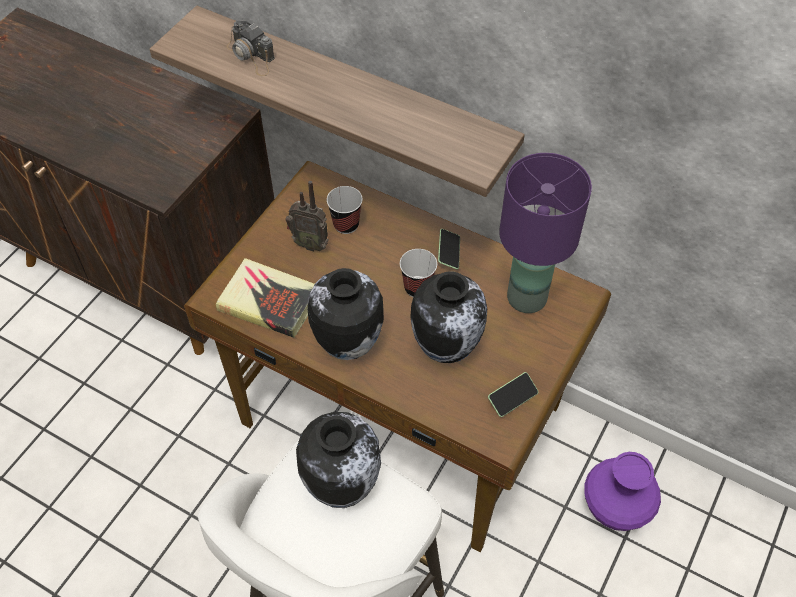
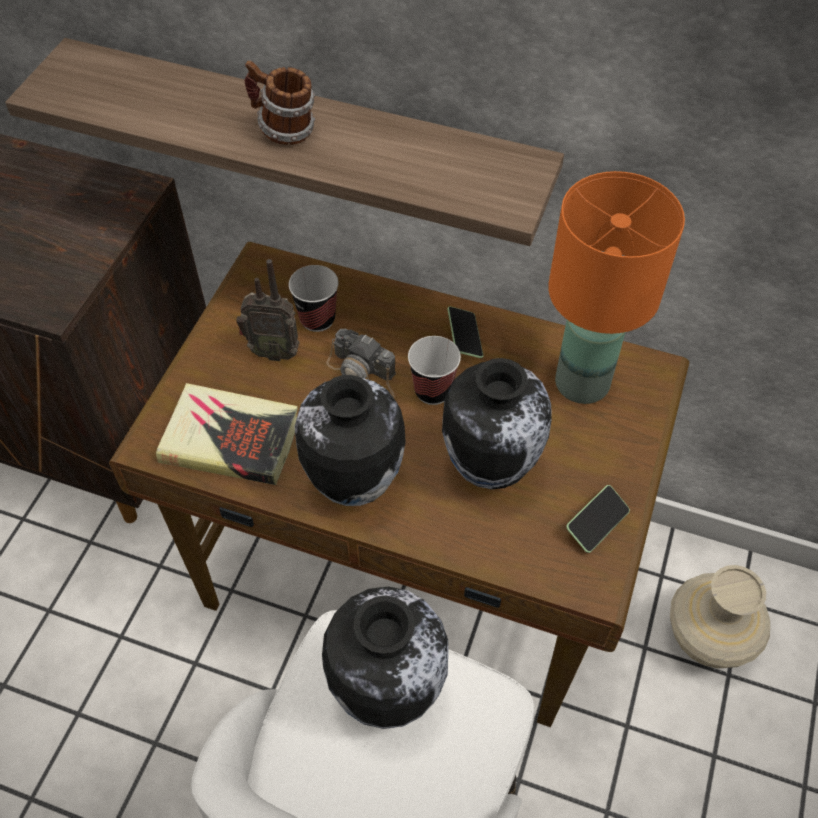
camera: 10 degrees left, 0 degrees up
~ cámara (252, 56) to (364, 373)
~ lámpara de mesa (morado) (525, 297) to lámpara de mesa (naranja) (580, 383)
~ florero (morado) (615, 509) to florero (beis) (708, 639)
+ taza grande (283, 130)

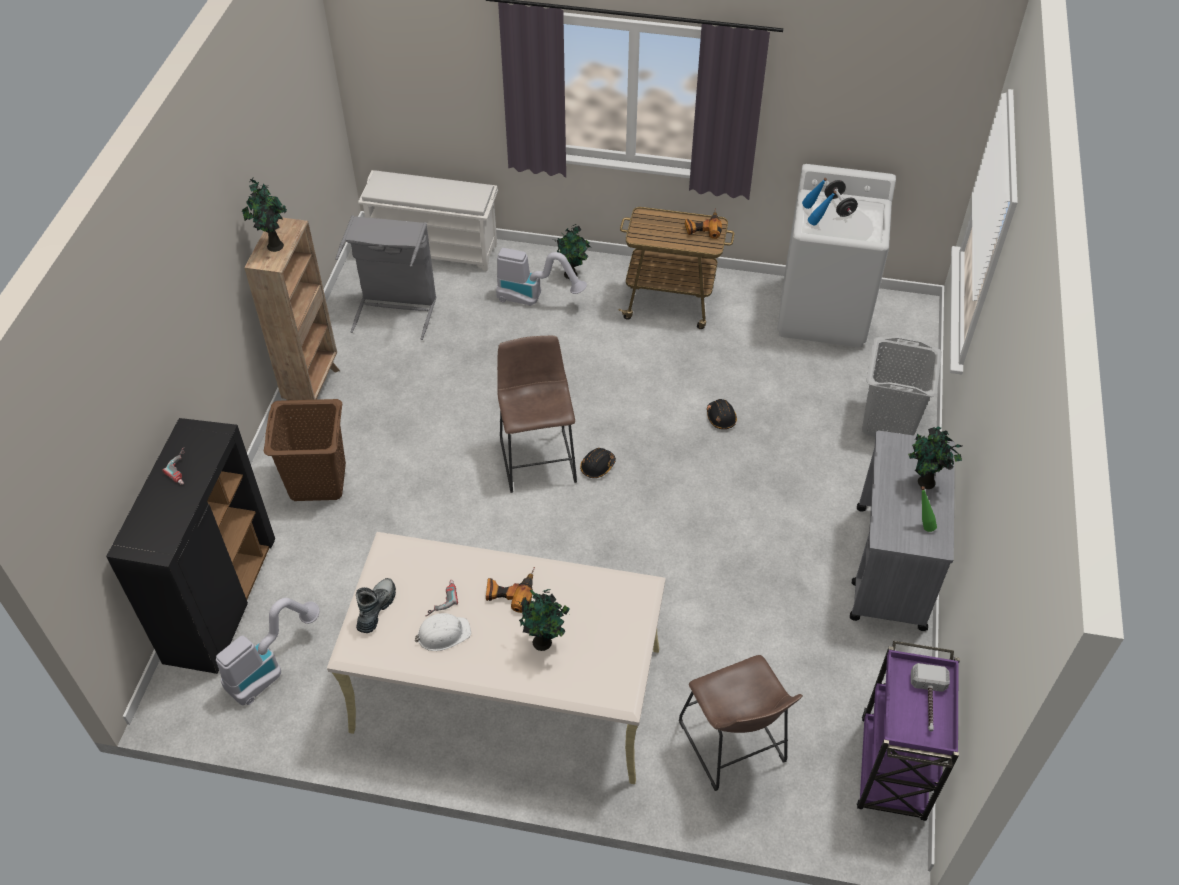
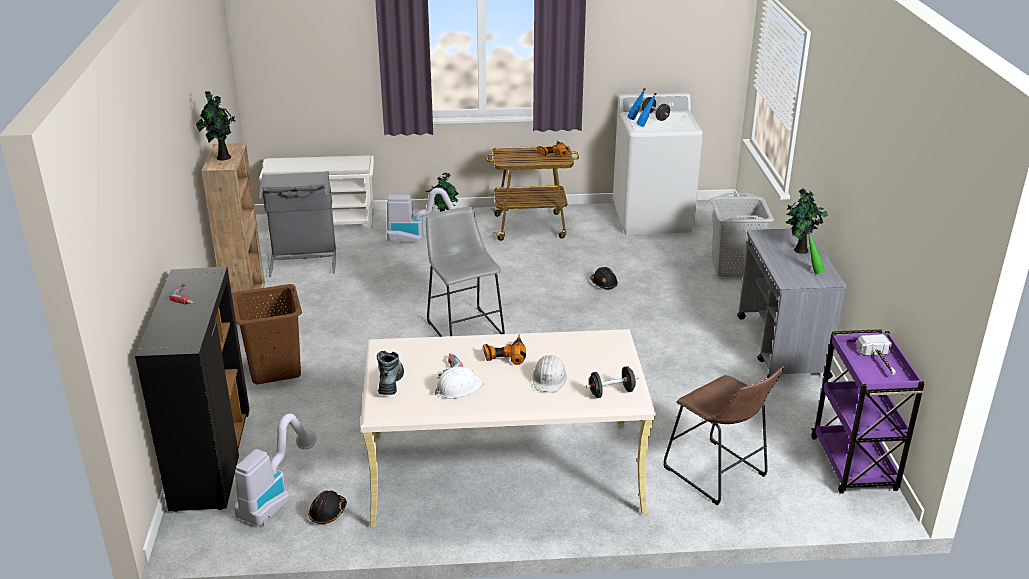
camera: 15 degrees left, 20 degrees down
~ taburete (marrón) (537, 456) to taburete (gris) (464, 326)
~ planta en maceta (544, 642) to casco (blanco) (549, 378)
~ casco (negro) (597, 466) to (328, 513)
+ mancuerna (negro) (611, 392)

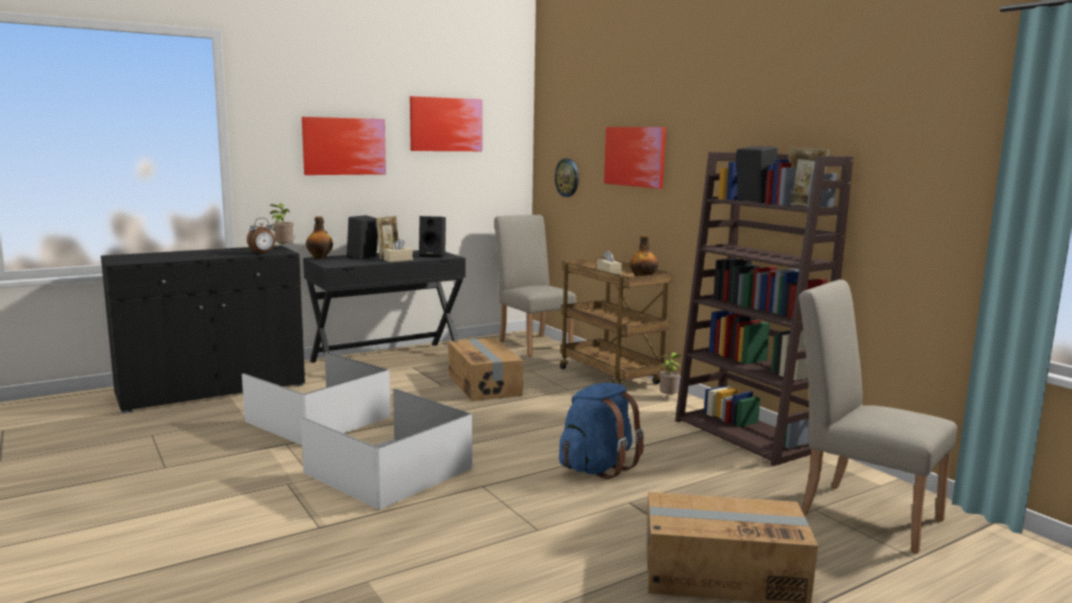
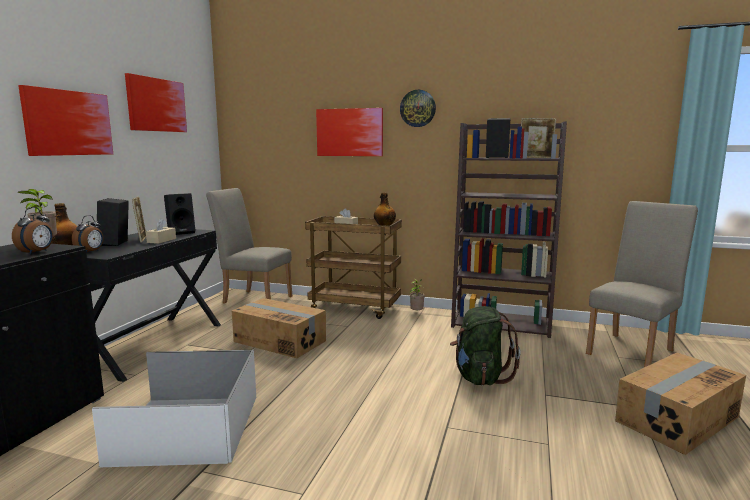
camera: 40 degrees left, 0 degrees up
- caja de almacenaje (blanco) (390, 470)
~ reloj de pared (567, 177) to (417, 108)
~ mochila (azul) (597, 467) to mochila (verde) (480, 377)
~ silla (beis) (860, 512) = (633, 350) 135 degrees clockwise
+ despertador (91, 252)

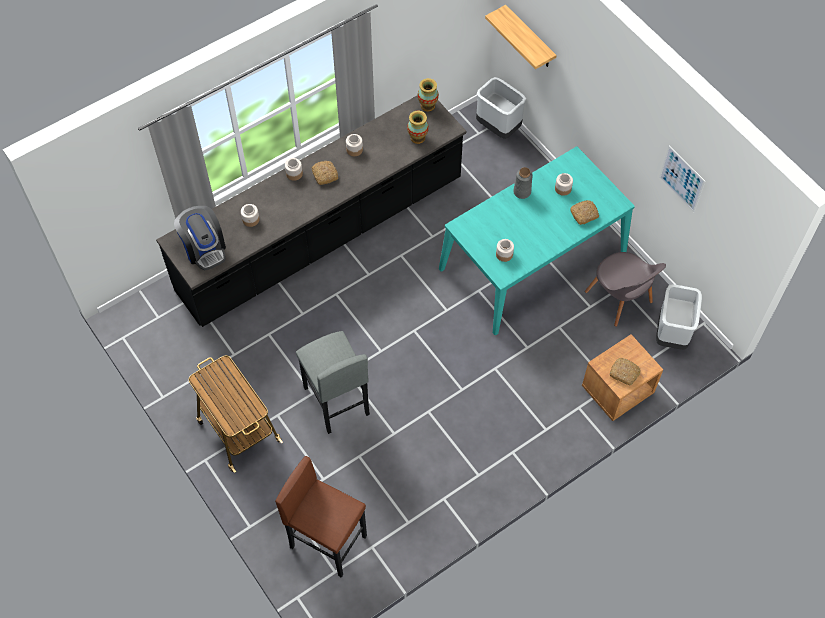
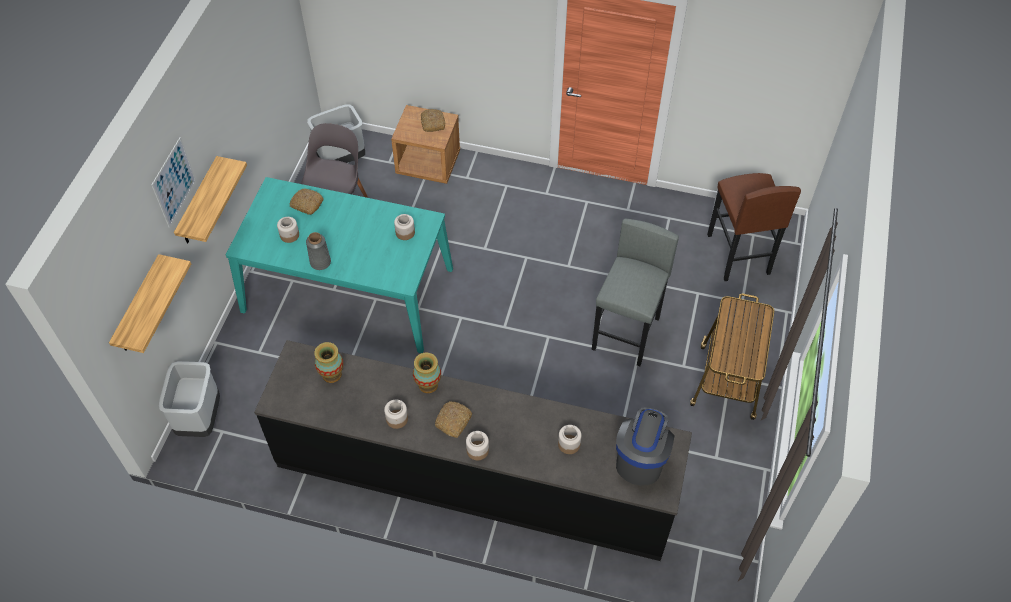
camera: 130 degrees left, 5 degrees down
~ florero (428, 105) to (428, 384)
~ cuadro (681, 179) to (174, 182)
+ estante (199, 203)

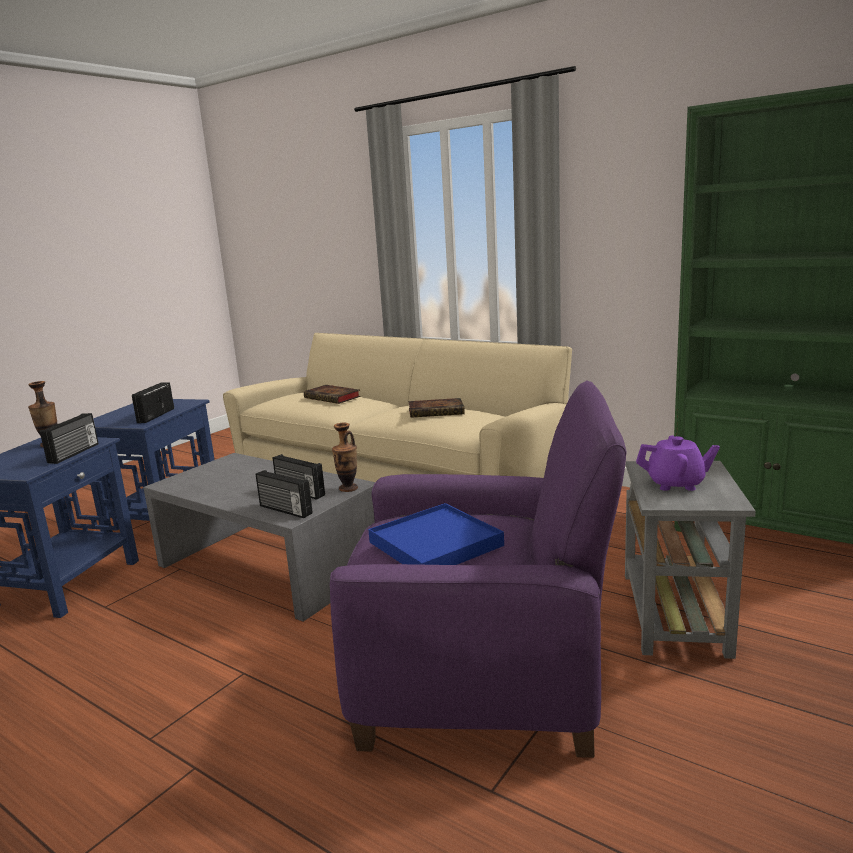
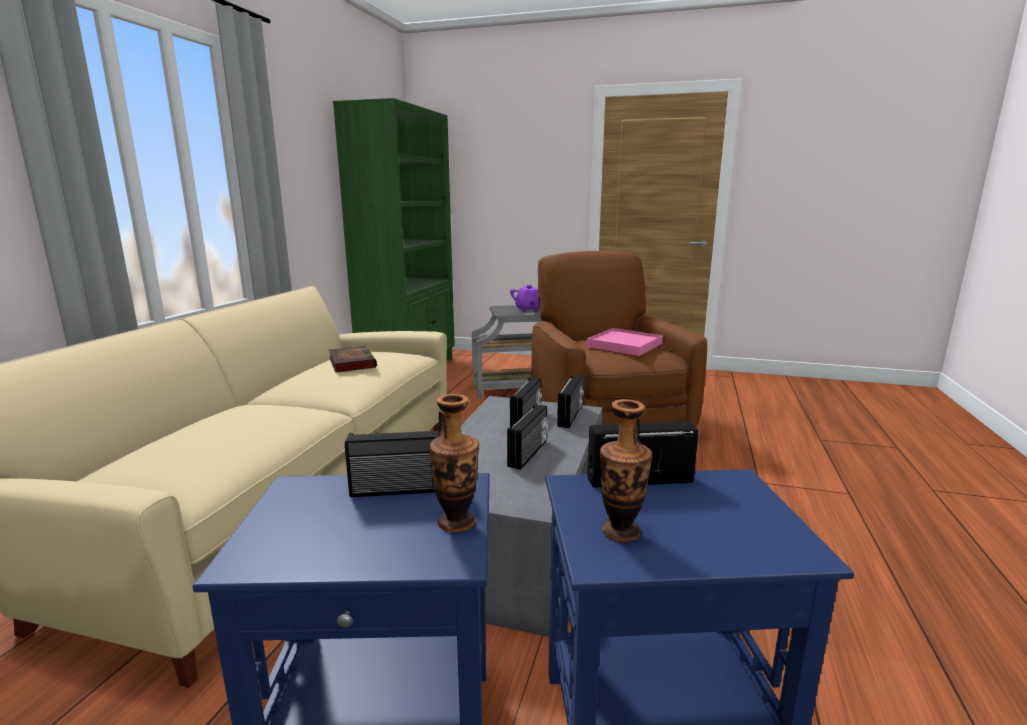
camera: 110 degrees left, 0 degrees up
- libro (333, 398)
~ sillón (morado) (482, 677) to sillón (marrón) (607, 423)
~ florero (348, 488) to (456, 522)
~ bandeja (azul) (436, 544) to bandeja (rosa) (624, 345)
+ radio (529, 453)

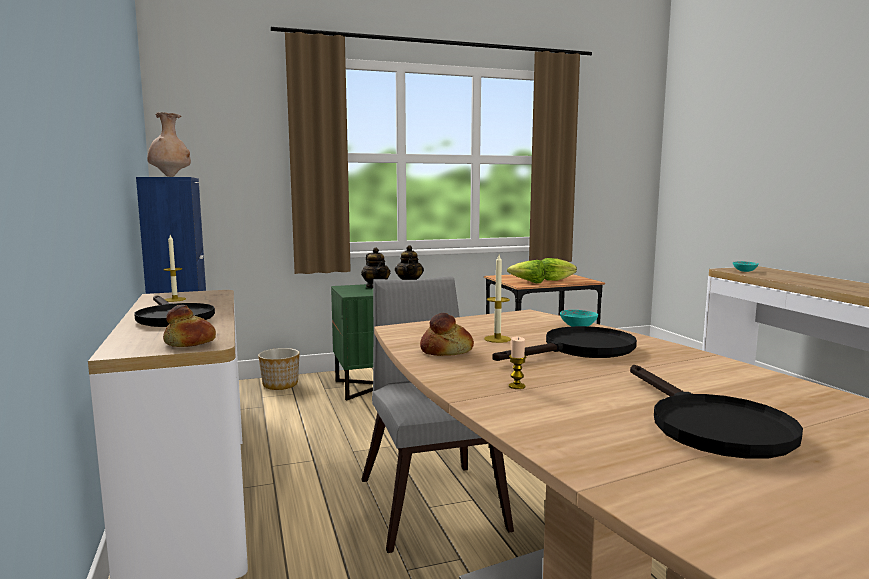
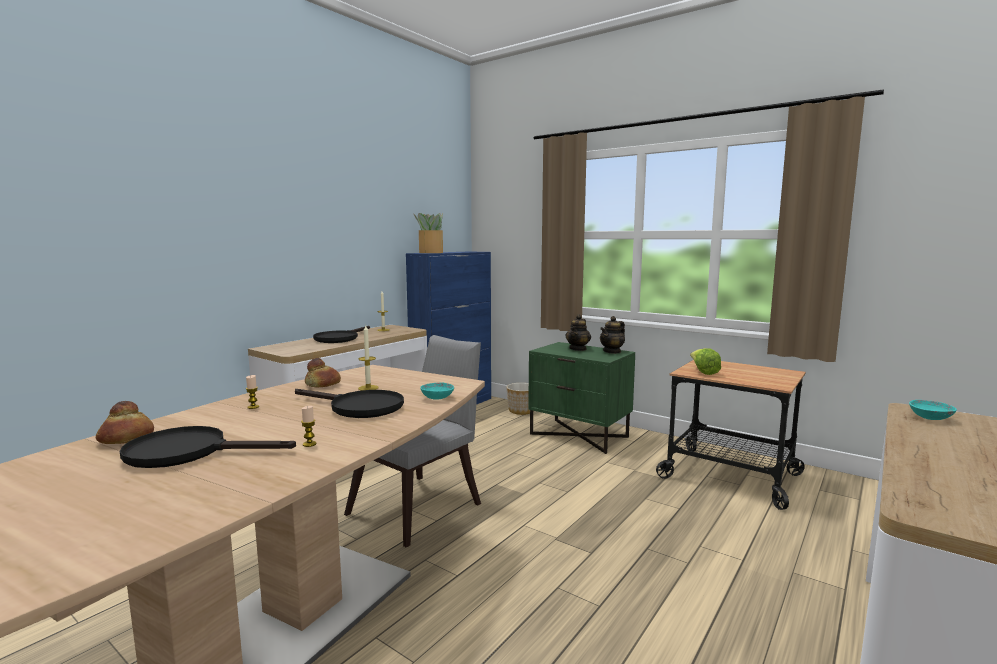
camera: 55 degrees right, 0 degrees up
~ florero (beis) (170, 176) to planta en maceta (430, 252)
~ pan (189, 343) to (126, 439)
- lechuga (554, 280)
~ sartén (negro) (708, 425) = (189, 452) 45 degrees clockwise
+ vela (309, 444)

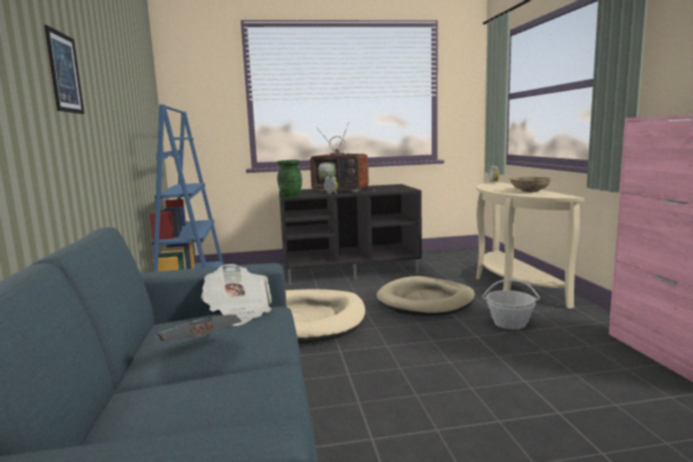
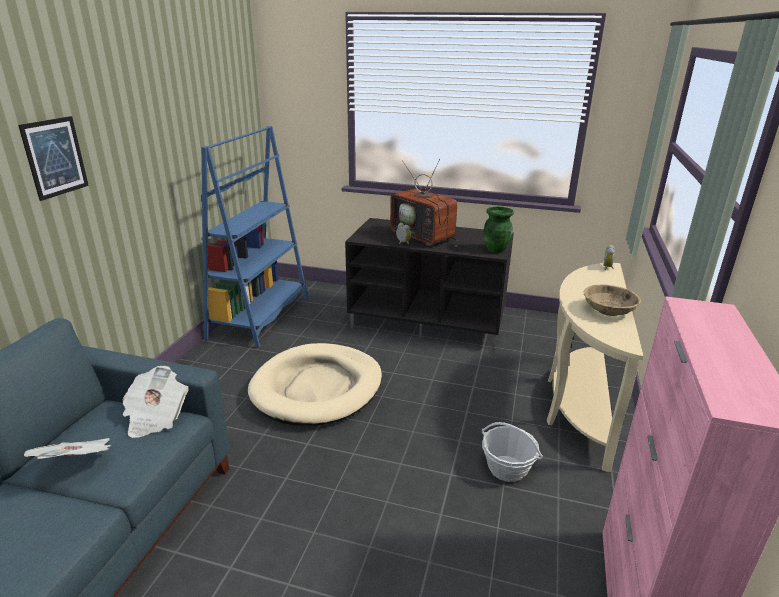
camera: 25 degrees right, 15 degrees up
~ florero (verde) (290, 196) to (496, 249)
- cama para perro (beis) (426, 301)

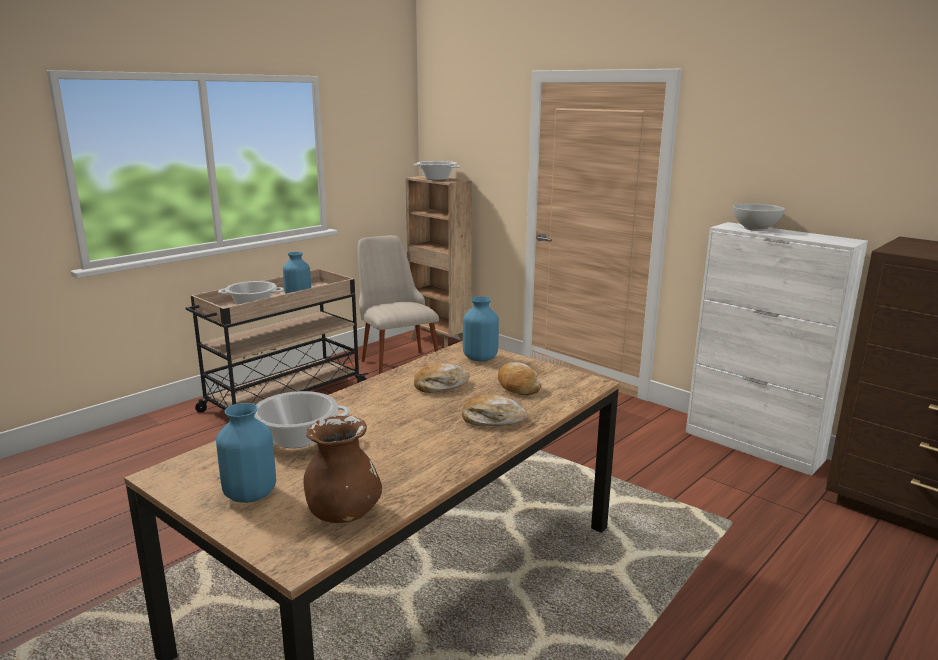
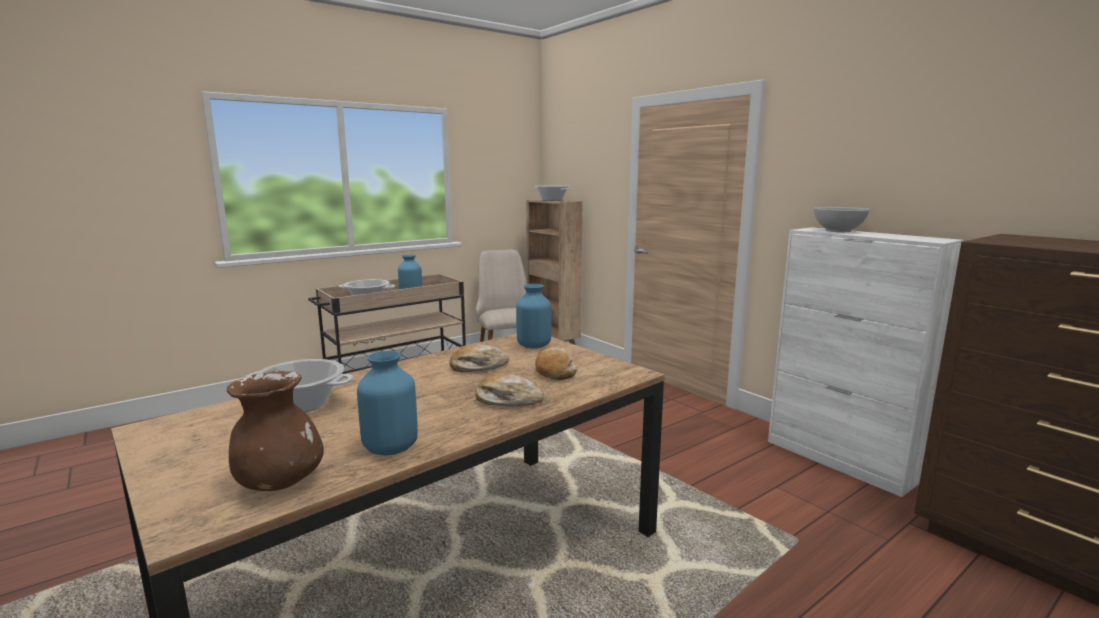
camera: 10 degrees right, 5 degrees down
~ florero (azul) (250, 493) to (391, 447)

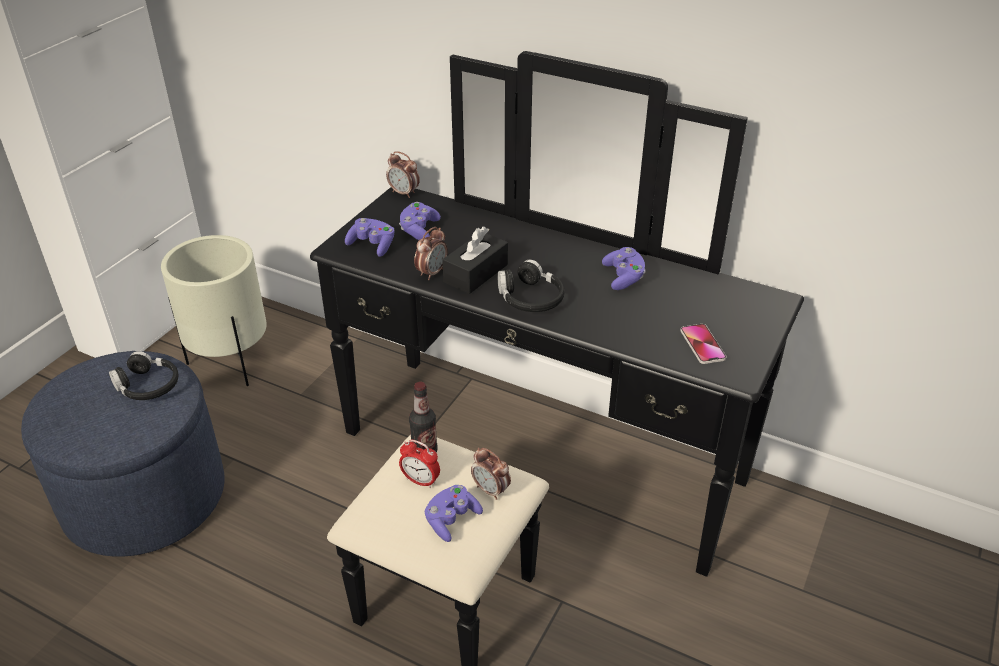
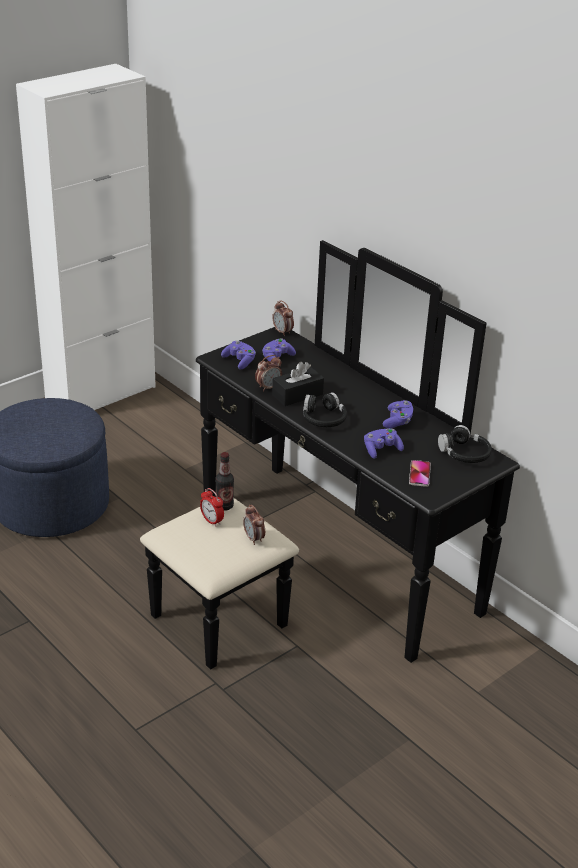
camera: 20 degrees right, 5 degrees down
~ auriculares (negro) (148, 386) to (464, 453)
- maceta (beis) (230, 362)
~ mando de consola (morado) (451, 520) to (381, 450)

